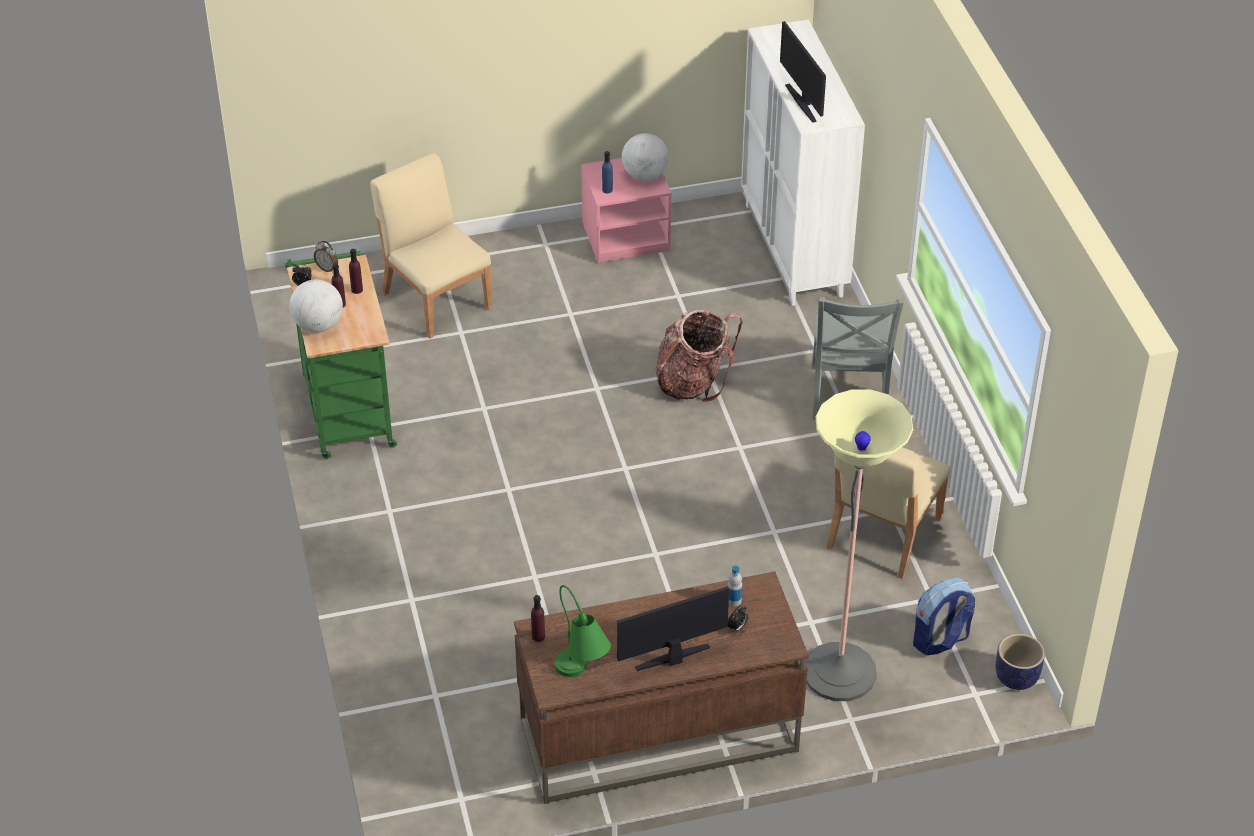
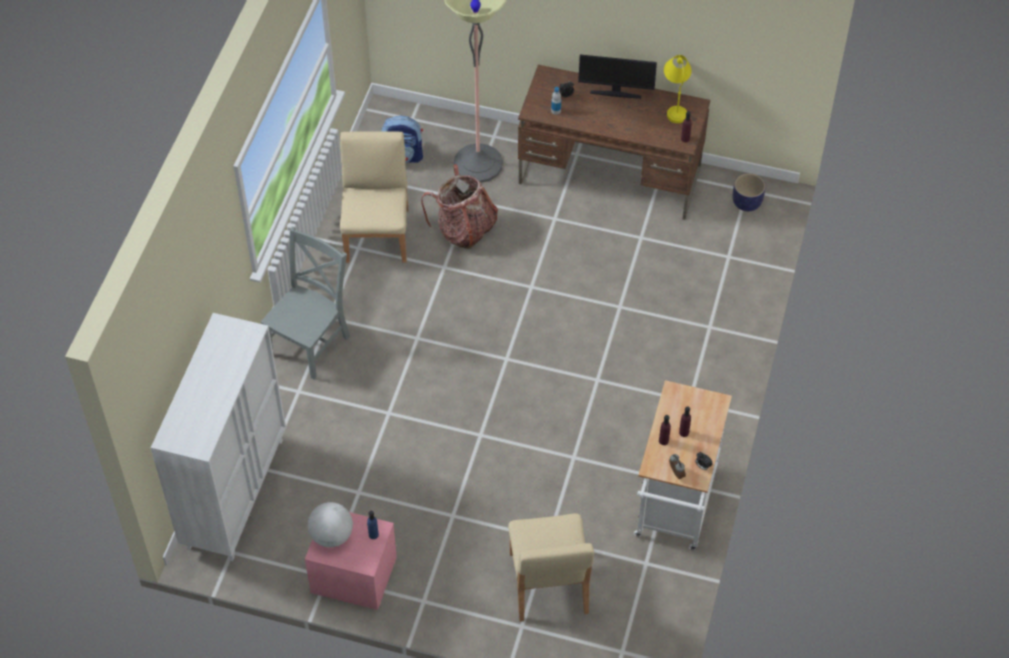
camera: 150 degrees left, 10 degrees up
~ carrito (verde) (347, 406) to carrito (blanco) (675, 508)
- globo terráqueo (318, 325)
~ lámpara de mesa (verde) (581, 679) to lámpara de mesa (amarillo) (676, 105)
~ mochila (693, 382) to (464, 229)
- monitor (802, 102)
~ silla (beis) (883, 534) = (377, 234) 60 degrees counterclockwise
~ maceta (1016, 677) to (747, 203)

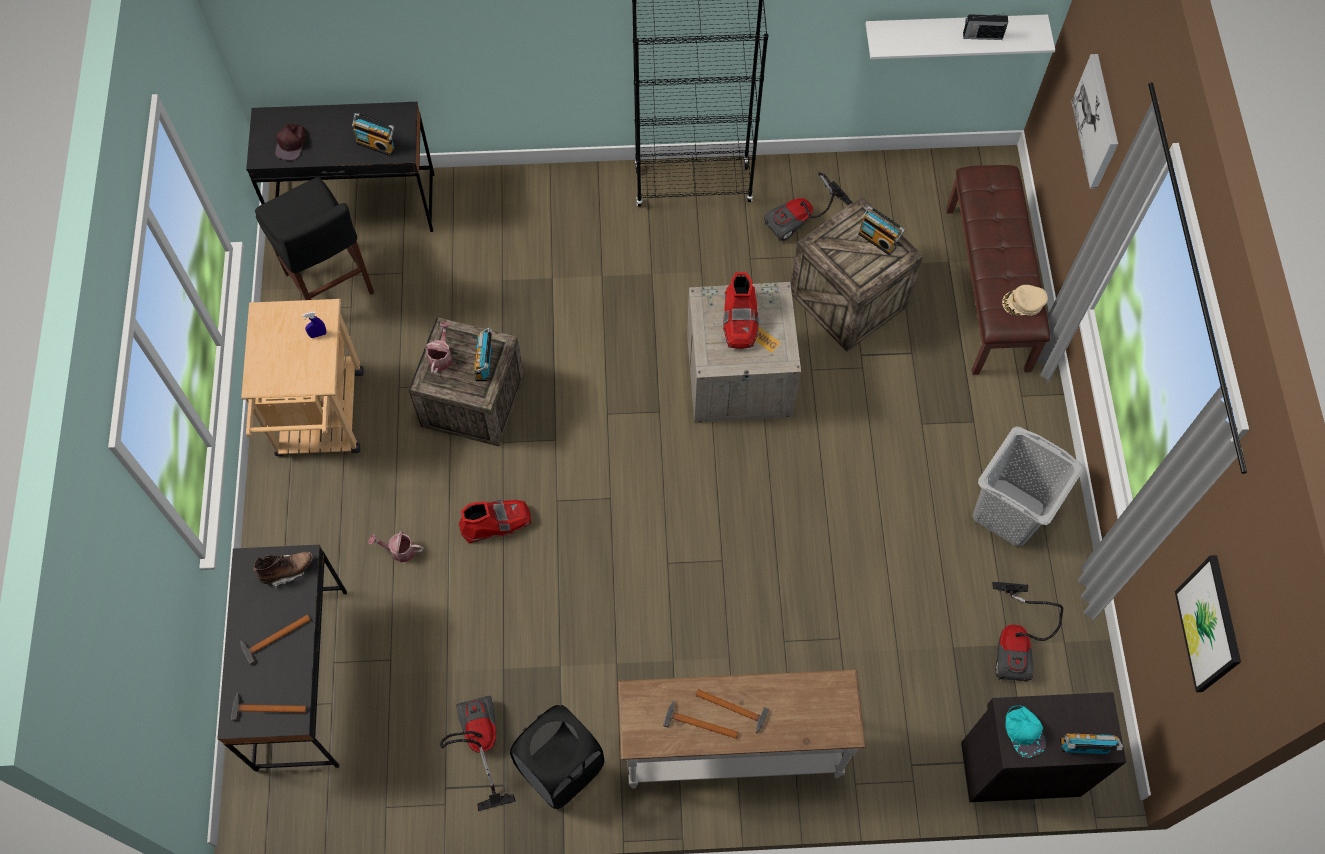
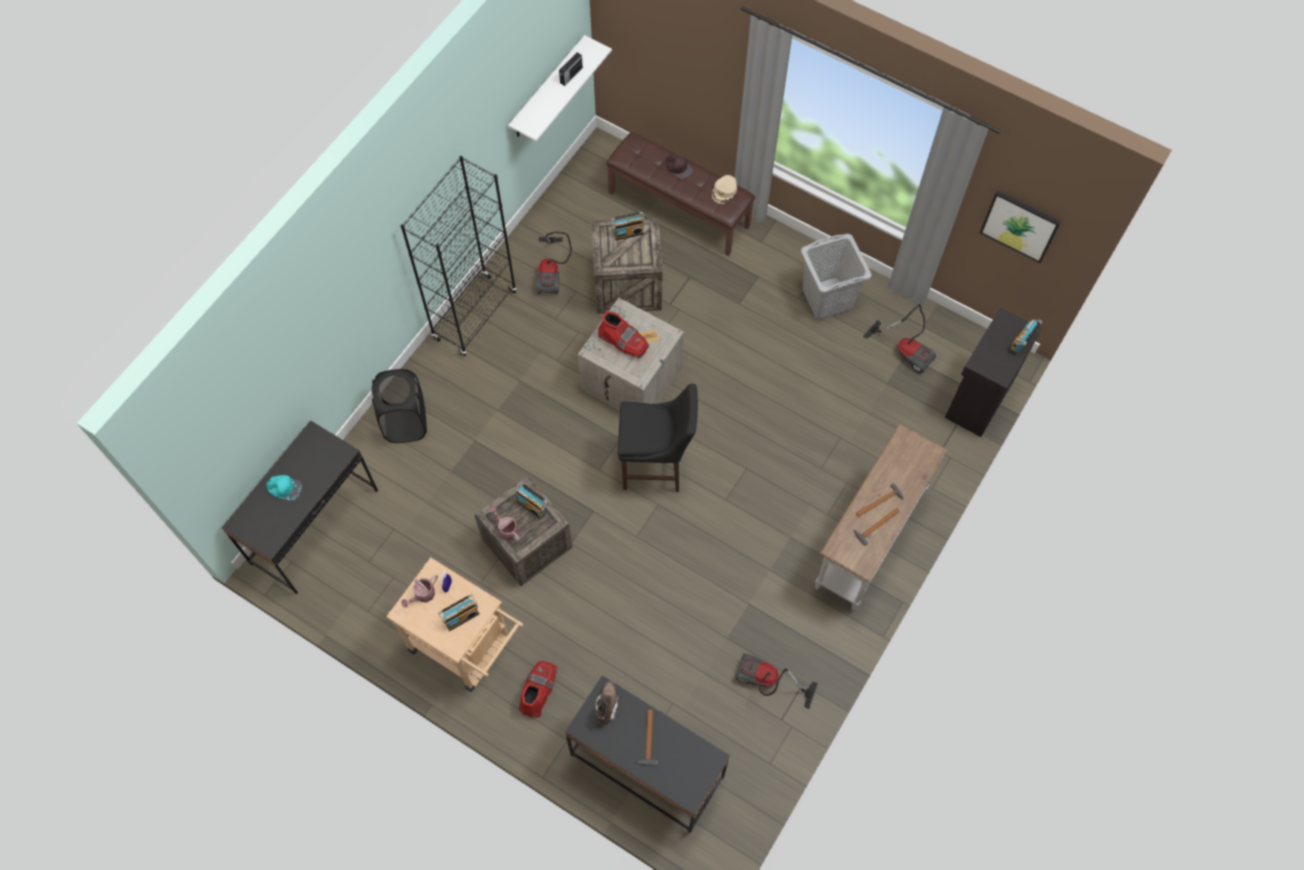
camera: 55 degrees left, 0 degrees up
- martillo (265, 708)
~ taburete (negro) (331, 287) to (656, 467)
~ gorra (marrón) (291, 143) to (678, 167)
~ radio (377, 144) to (461, 617)
~ regadera (399, 551) to (422, 595)
~ bota (rojo) (496, 523) to (538, 690)
~ cesto de la ropa (negro) (561, 768) to (405, 422)
~ gorra (turquesa) (1024, 731) to (284, 488)
- cuadro (1097, 121)

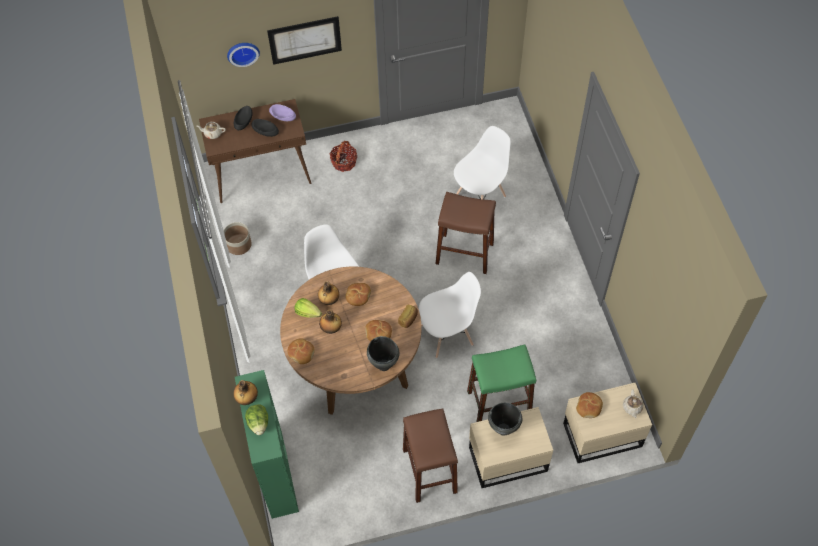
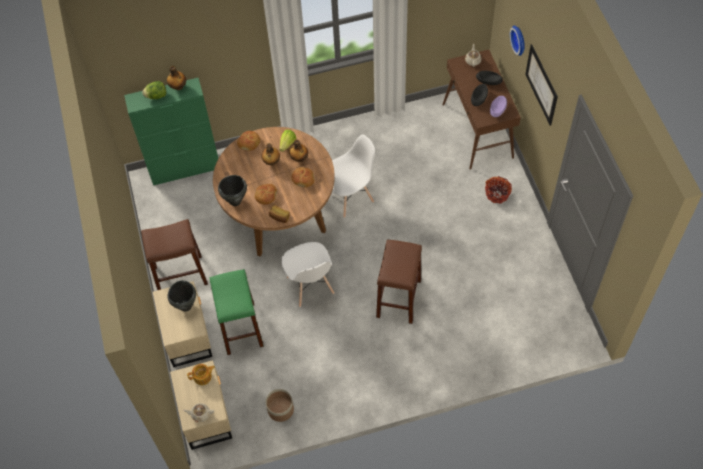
camera: 90 degrees right, 0 degrees up
~ maceta (238, 244) to (281, 409)
- silla (blanco) (480, 197)
~ pan (589, 407) to tetera (203, 377)

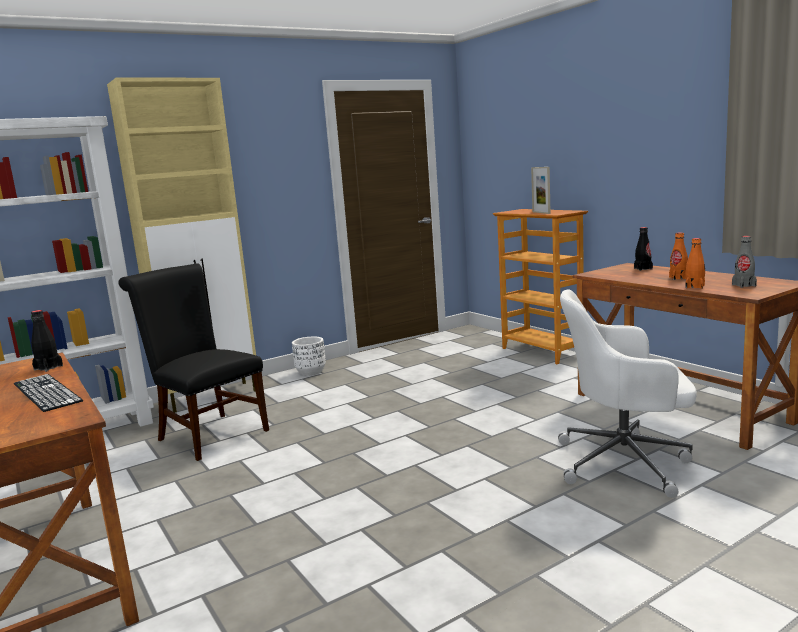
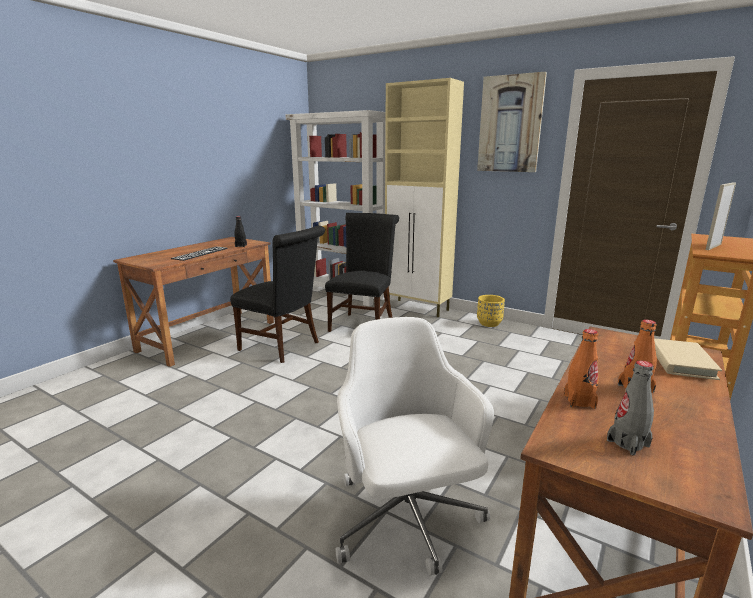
camera: 65 degrees right, 5 degrees up
~ maceta (blanco) (311, 372) to maceta (amarillo) (489, 323)
~ botella (negro) (643, 269) to libro (beis) (681, 362)
+ silla (negro) (283, 347)
+ cuadro (510, 124)

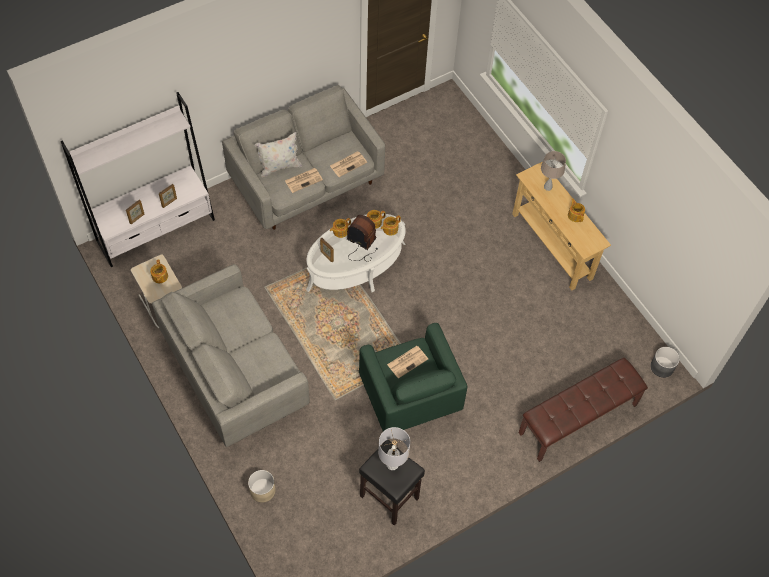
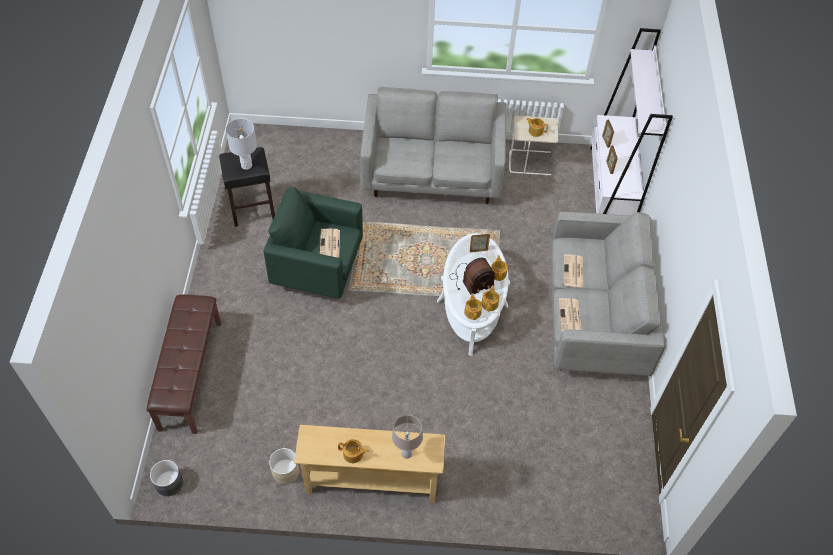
camera: 125 degrees right, 5 degrees down
~ maceta (beis) (262, 490) to (285, 471)
- cojín (blanco) (279, 167)

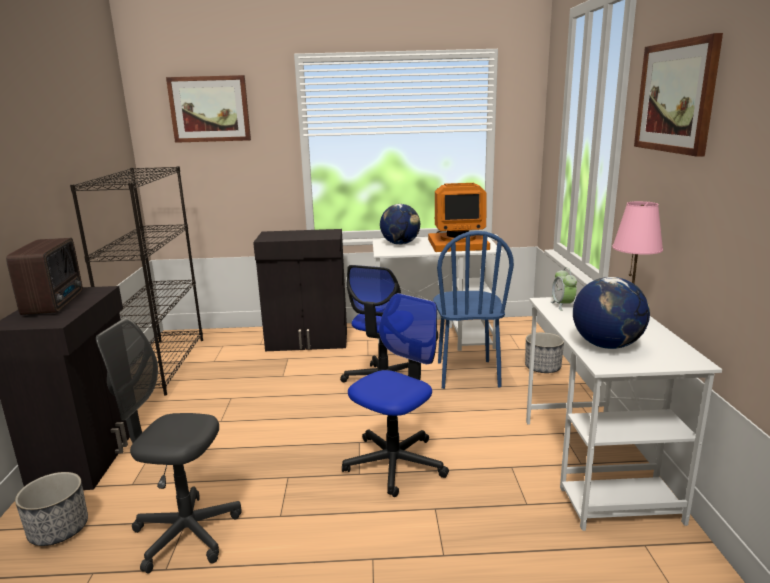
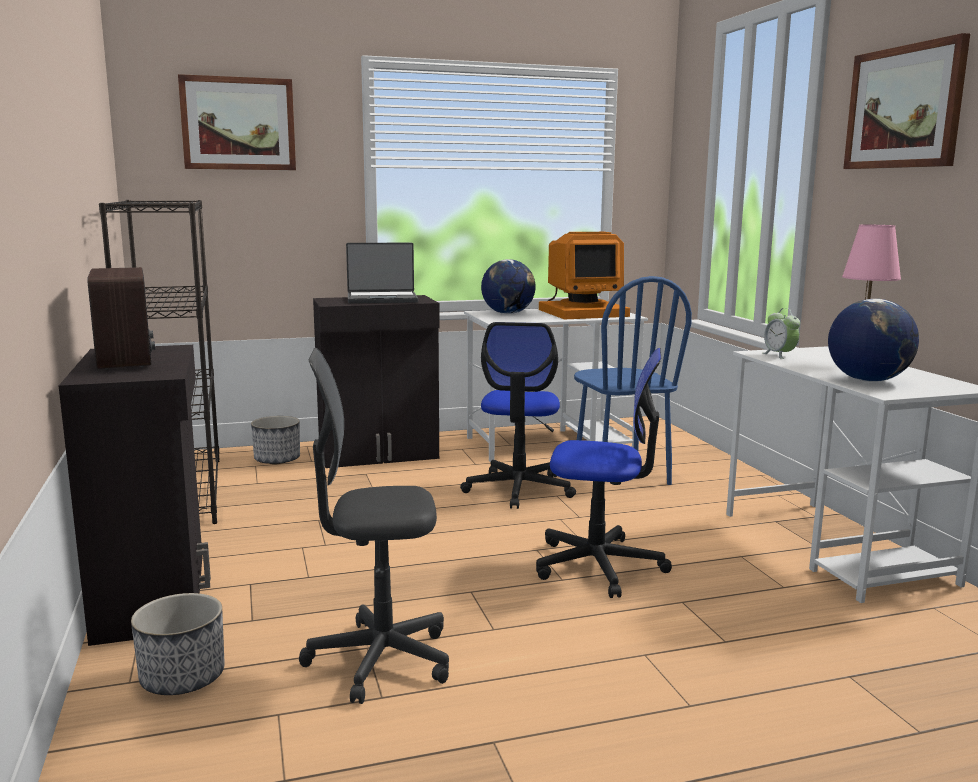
camera: 15 degrees left, 5 degrees down
~ silla de oficina (395, 463) = (599, 565) 75 degrees clockwise
~ maceta (542, 367) to (277, 460)
+ portátil (382, 299)

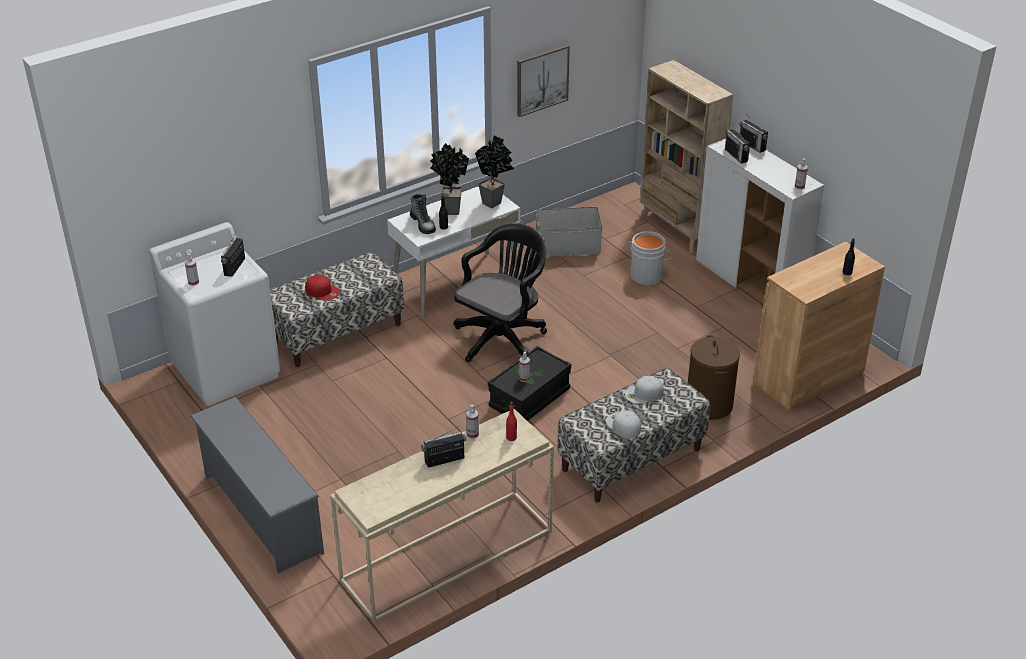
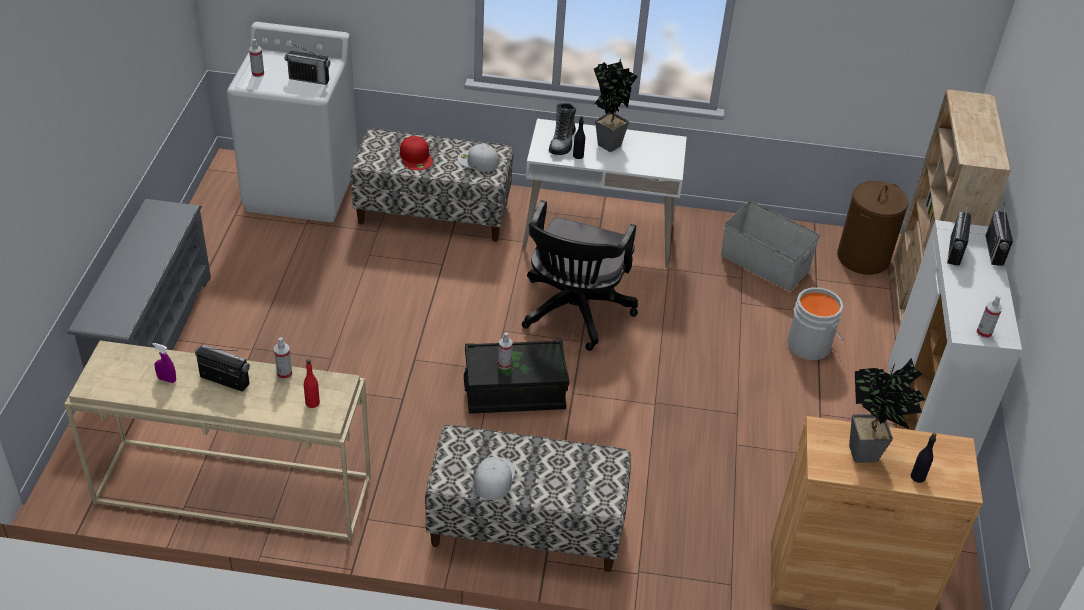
camera: 40 degrees right, 5 degrees up
~ radio (234, 267) = (309, 79) 135 degrees counterclockwise
~ silla de oficina (negro) (502, 337) = (573, 313) 120 degrees clockwise
~ planta en maceta (495, 202) to (869, 455)
- cuadro (541, 80)
~ gorra (blanco) (644, 394) to (477, 161)
~ cesto de la ropa (marrón) (709, 405) to (863, 258)
+ pulverizador (morado) (167, 379)

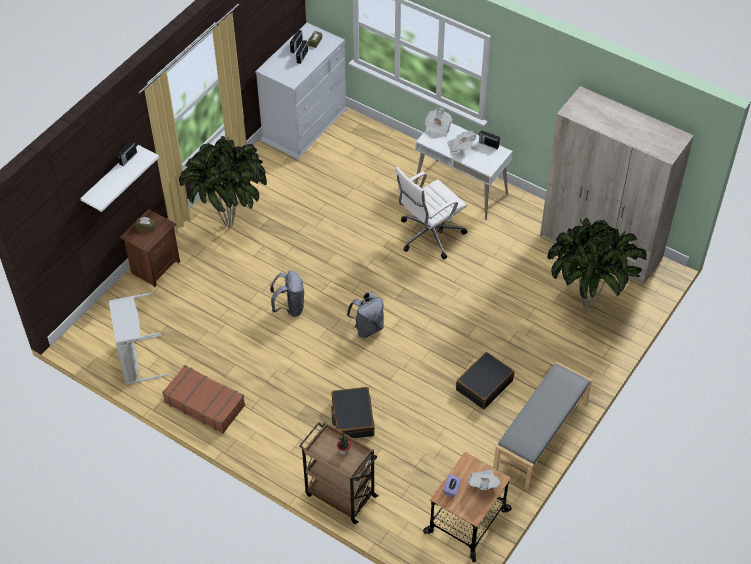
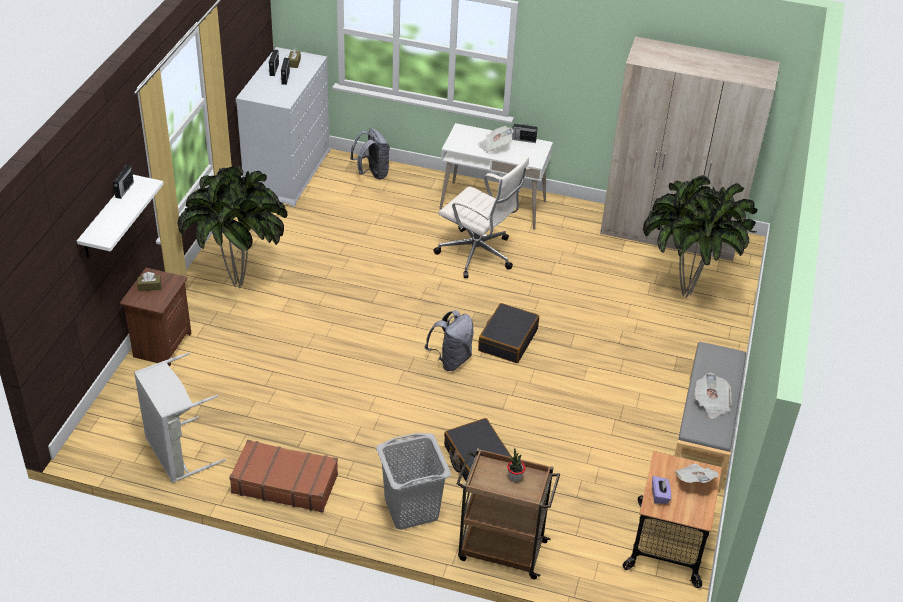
camera: 20 degrees left, 10 degrees down
~ mochila (gris) (290, 307) to (372, 173)
~ silla de oficina (blanco) (428, 235) = (478, 255) 90 degrees counterclockwise
~ periódico (437, 129) to (711, 404)
~ maleta (negro) (484, 385) to (507, 340)
+ cesto de la ropa (gris) (411, 509)

